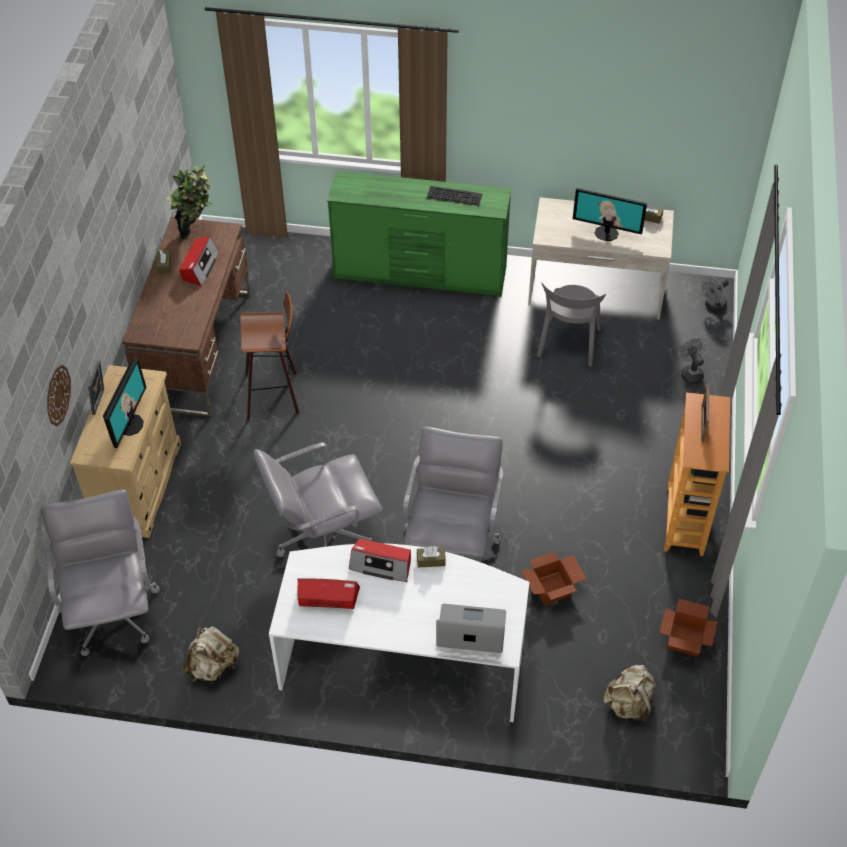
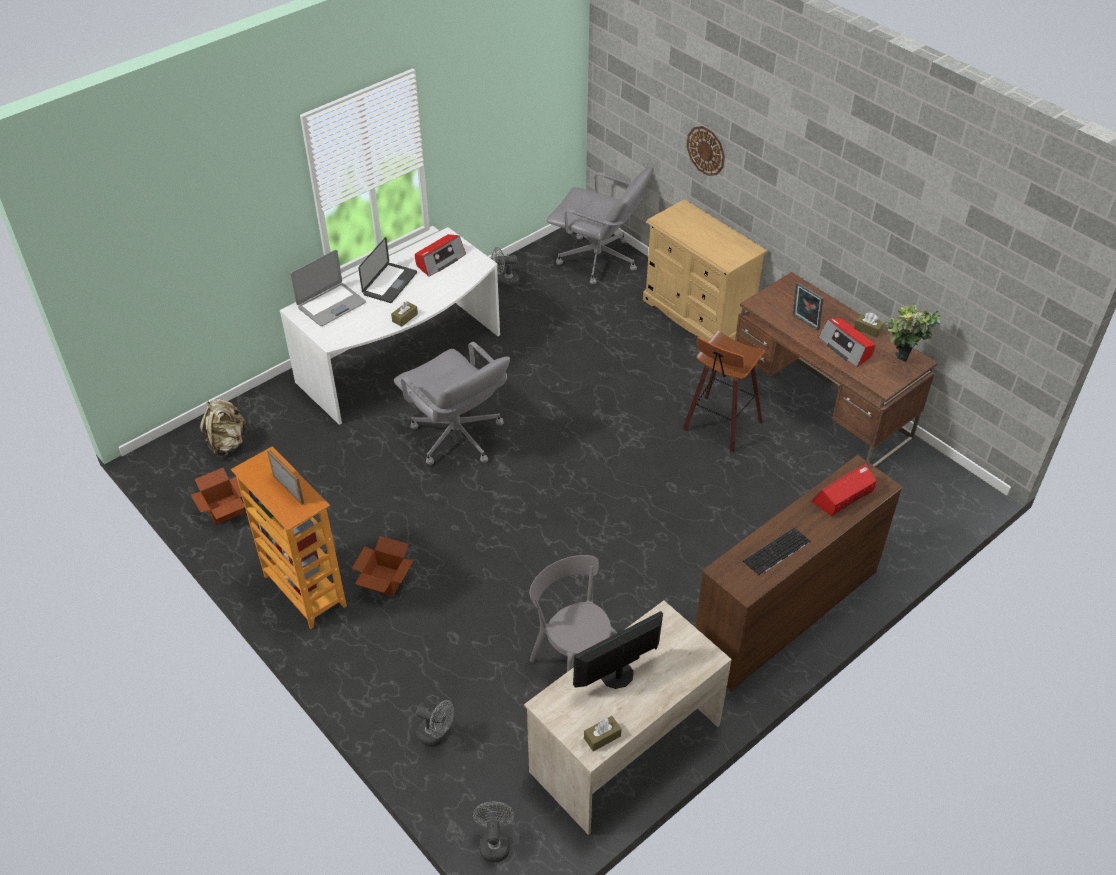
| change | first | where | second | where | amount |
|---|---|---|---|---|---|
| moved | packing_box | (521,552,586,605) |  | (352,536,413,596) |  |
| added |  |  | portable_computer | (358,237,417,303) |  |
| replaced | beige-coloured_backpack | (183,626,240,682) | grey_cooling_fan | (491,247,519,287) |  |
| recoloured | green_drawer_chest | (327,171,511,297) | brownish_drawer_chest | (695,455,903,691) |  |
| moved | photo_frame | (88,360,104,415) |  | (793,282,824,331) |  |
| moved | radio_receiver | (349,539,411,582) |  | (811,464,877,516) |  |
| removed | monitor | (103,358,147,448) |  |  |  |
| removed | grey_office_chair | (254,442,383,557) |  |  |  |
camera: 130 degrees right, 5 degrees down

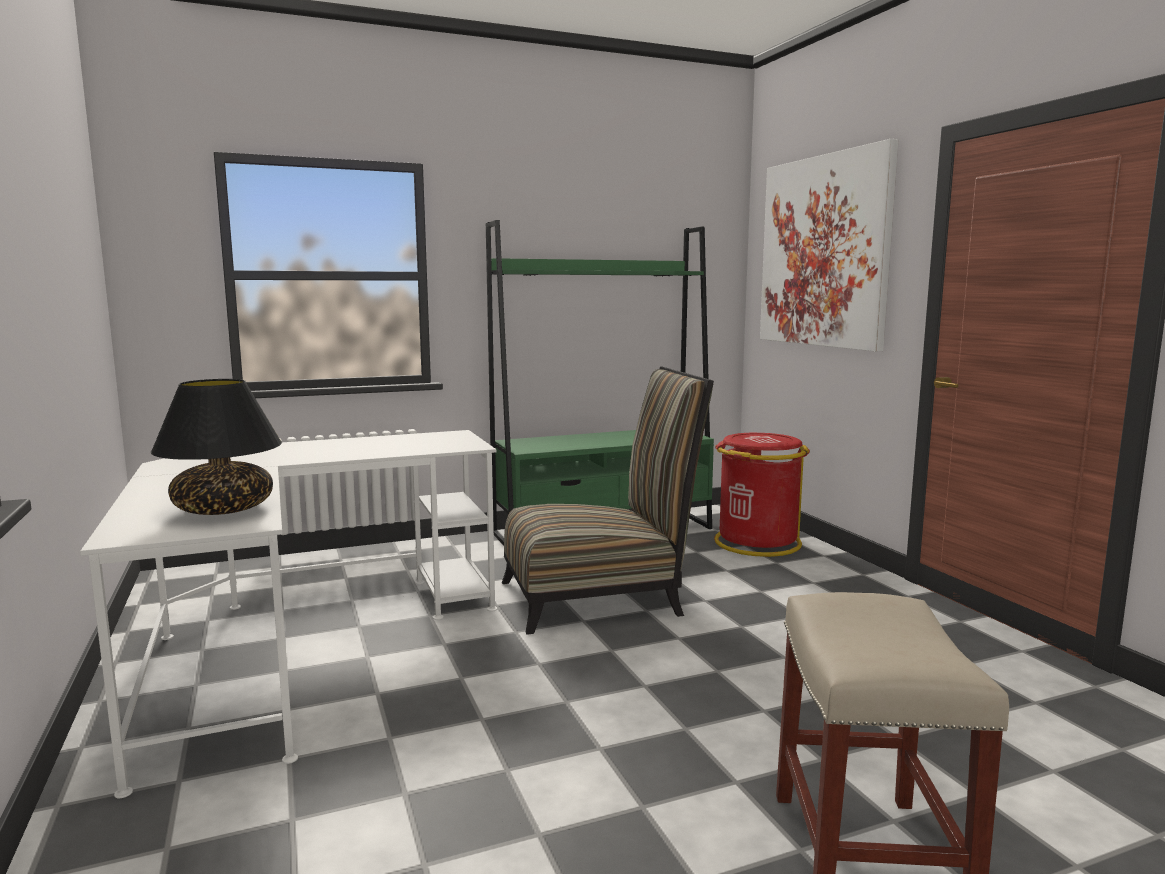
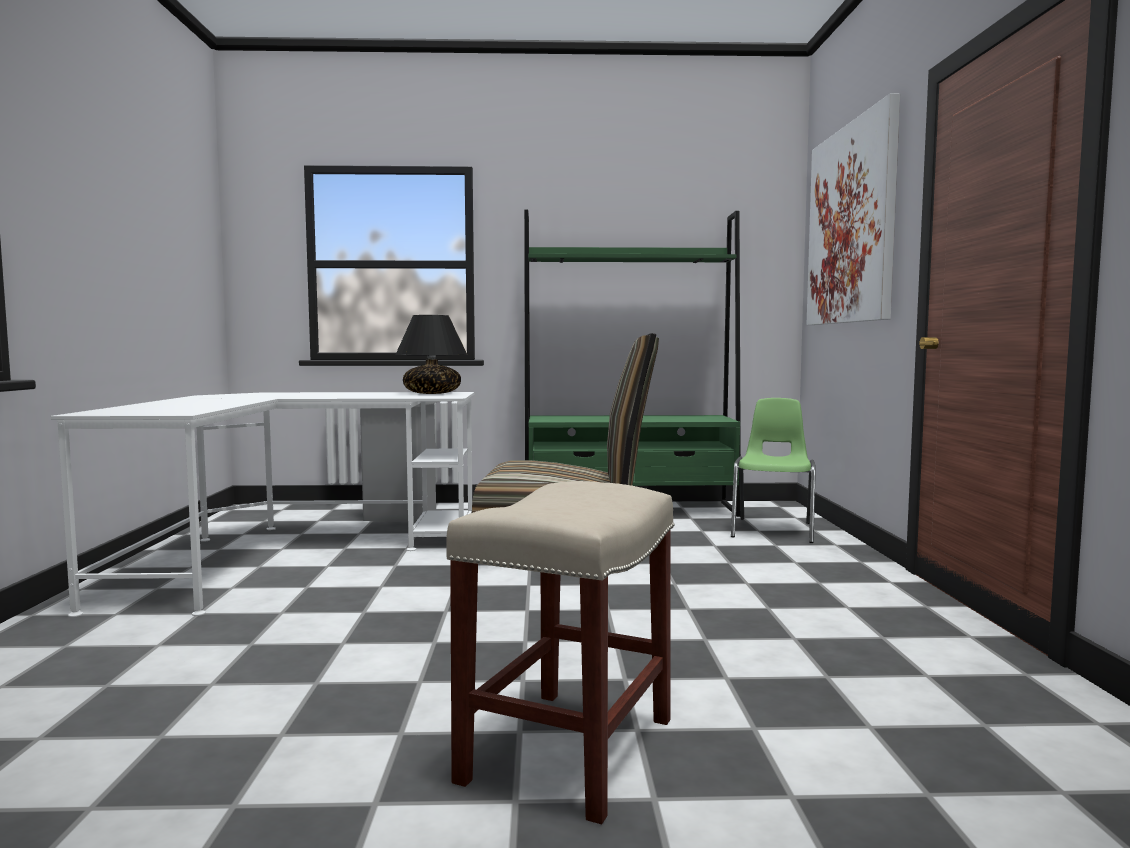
| change | first | where | second | where | amount |
|---|---|---|---|---|---|
| added |  |  | grey_rubbish_bin | (360,401,439,523) |  |
| moved | black_lamp_for_a_table | (151,379,282,515) |  | (395,315,468,394) |  |
| replaced | reddish_rubbish_bin | (714,433,810,557) | green_upright_chair | (731,398,816,543) |  |
camera: 20 degrees right, 5 degrees down

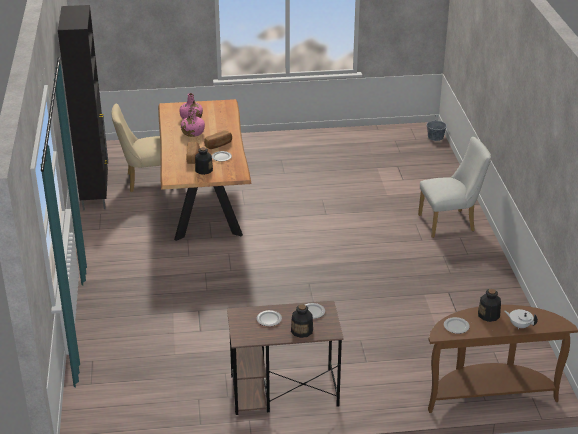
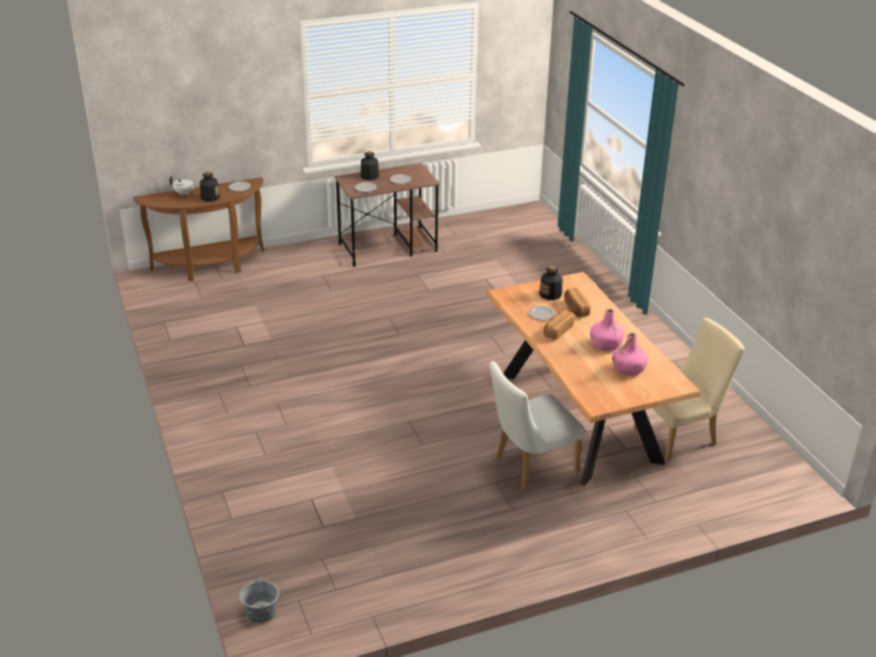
| change | first | where | second | where | amount |
|---|---|---|---|---|---|
| moved | white_upright_chair | (418,137,491,238) |  | (490,361,585,489) |  |
| removed | black_cabinet | (58,5,108,211) |  |  |  |
camera: 165 degrees right, 0 degrees up

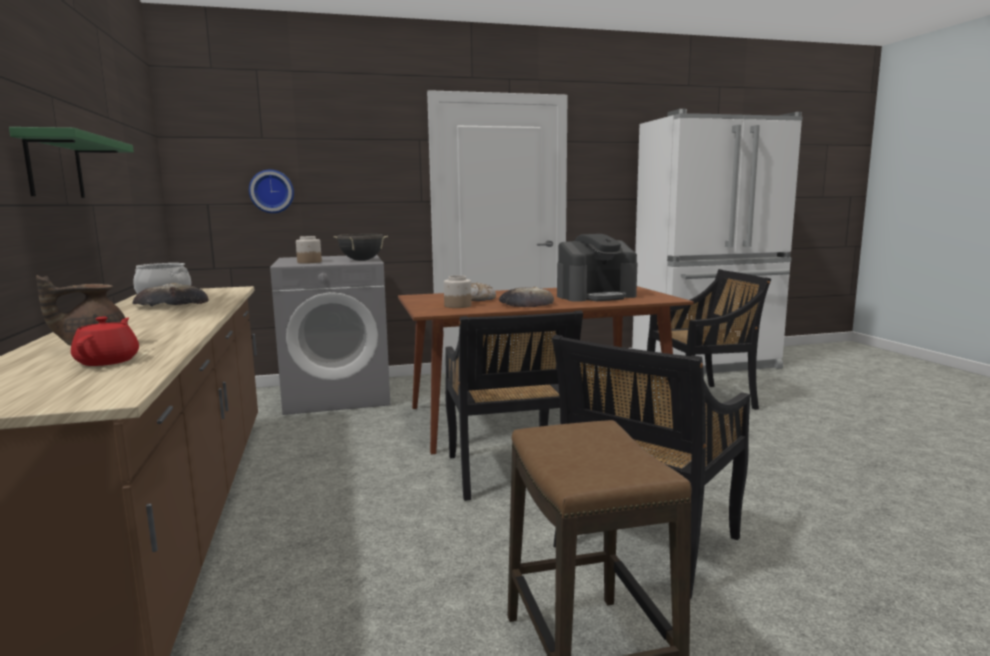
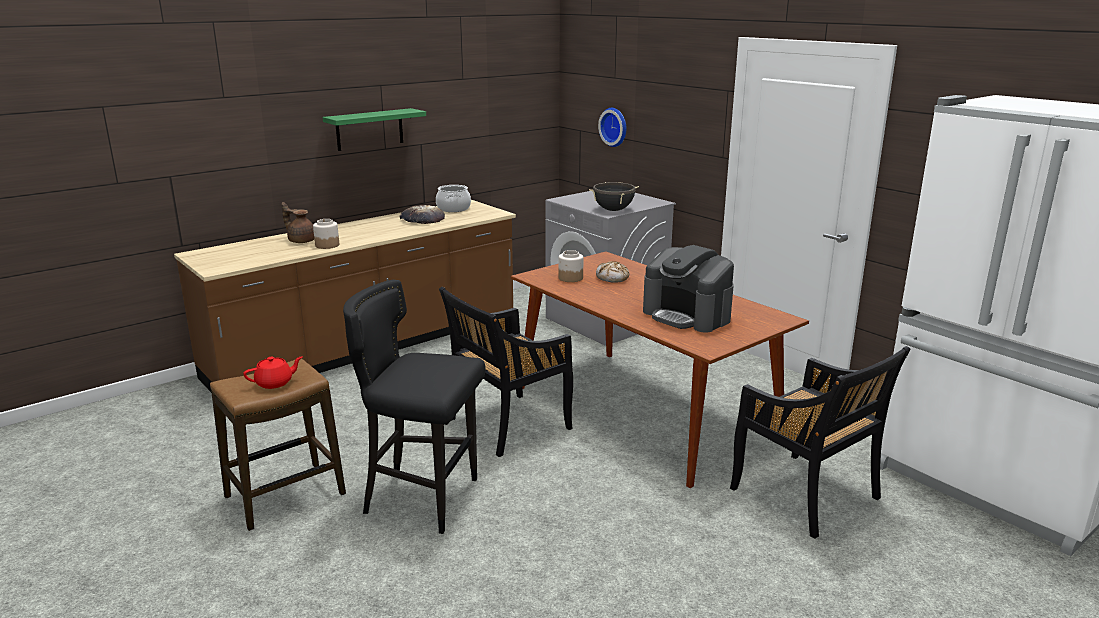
| change | first | where | second | where | amount |
|---|---|---|---|---|---|
| moved | reddish_tea_pot | (71,316,139,366) |  | (243,356,303,389) |  |
| moved | preserve_jar | (296,236,322,263) |  | (313,219,339,249) |  |
| replaced | black_upright_chair | (552,335,750,599) | black_stool_seat | (343,280,485,534) |  |
| removed | bread | (499,287,554,307) |  |  |  |
camera: 65 degrees right, 10 degrees up

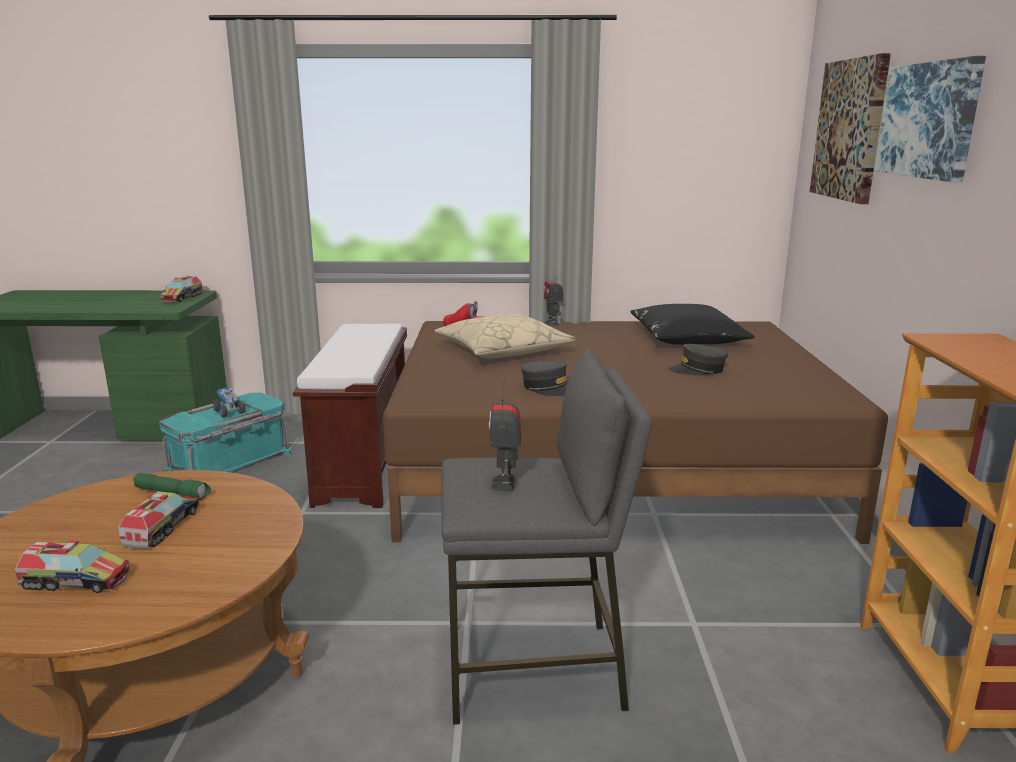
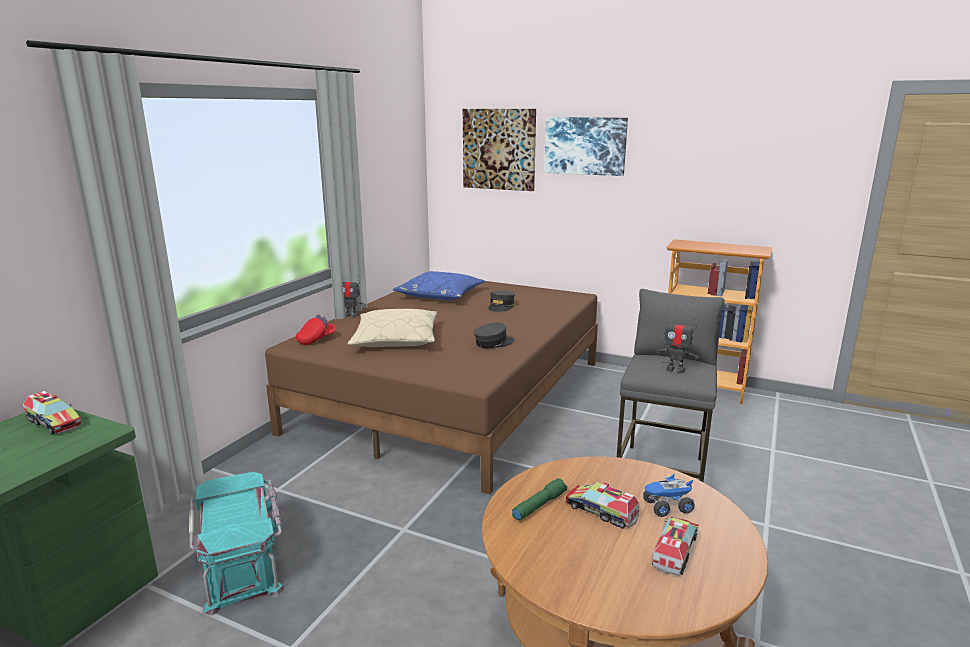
| change | first | where | second | where | amount |
|---|---|---|---|---|---|
| recoloured | black_throw_pillow | (631,304,755,345) | blue-coloured_throw_pillow | (393,271,485,300) |  |
| moved | model_truck | (213,387,246,417) |  | (643,473,695,517) |  |
| removed | brownish_bench | (293,324,407,508) |  |  |  |
camera: 65 degrees left, 0 degrees up

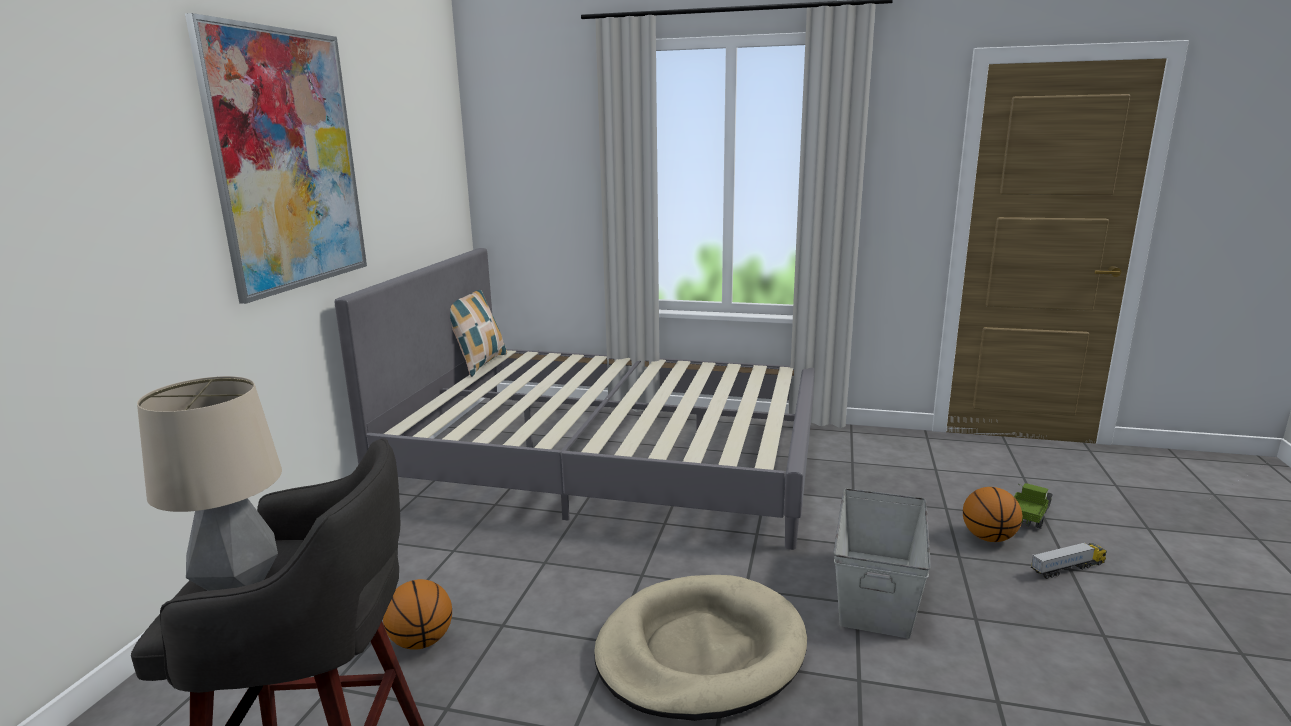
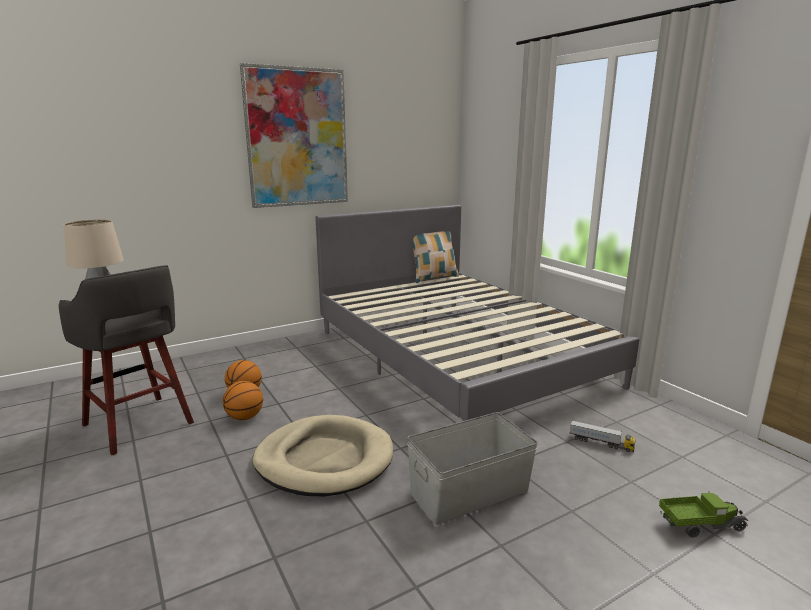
| change | first | where | second | where | amount |
|---|---|---|---|---|---|
| moved | basketball_ball | (963,487,1022,542) |  | (223,381,263,420) |  |
| moved | model_truck | (1031,542,1107,579) |  | (570,420,635,452) |  |
camera: 45 degrees right, 0 degrees up

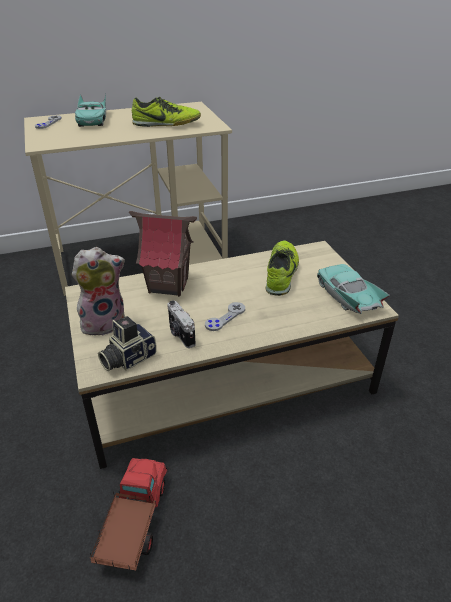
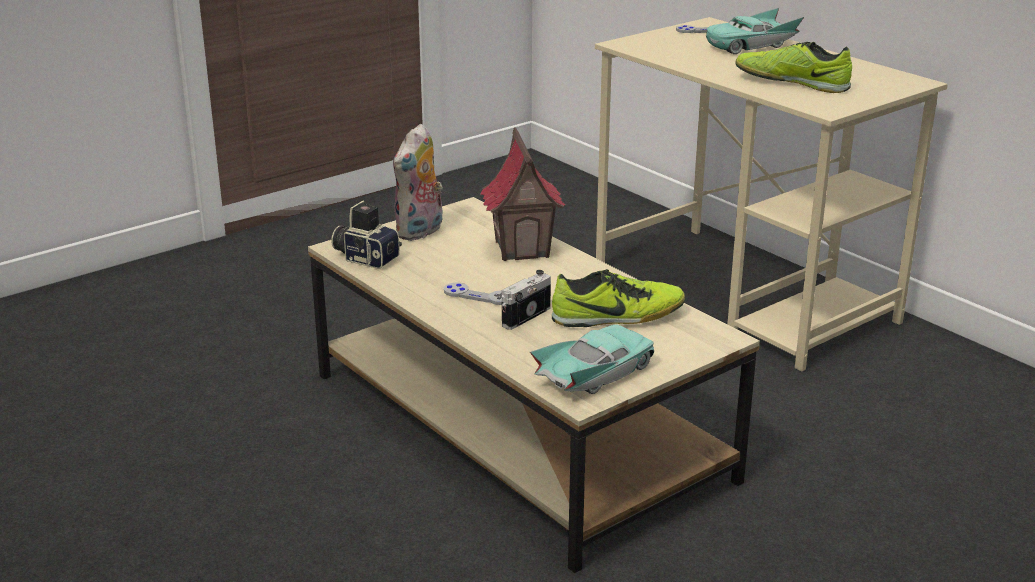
| change | first | where | second | where | amount |
|---|---|---|---|---|---|
| turned | plush_toy | (72,247,125,335) |  | (393,124,443,241) | 75 degrees clockwise |
| moved | still_camera | (167,301,196,348) |  | (502,270,551,330) |  |
| turned | item_of_footwear | (132,97,201,127) |  | (736,42,852,93) | 135 degrees clockwise |
| removed | model_truck | (90,458,168,570) |  |  |  |
camera: 70 degrees right, 10 degrees down

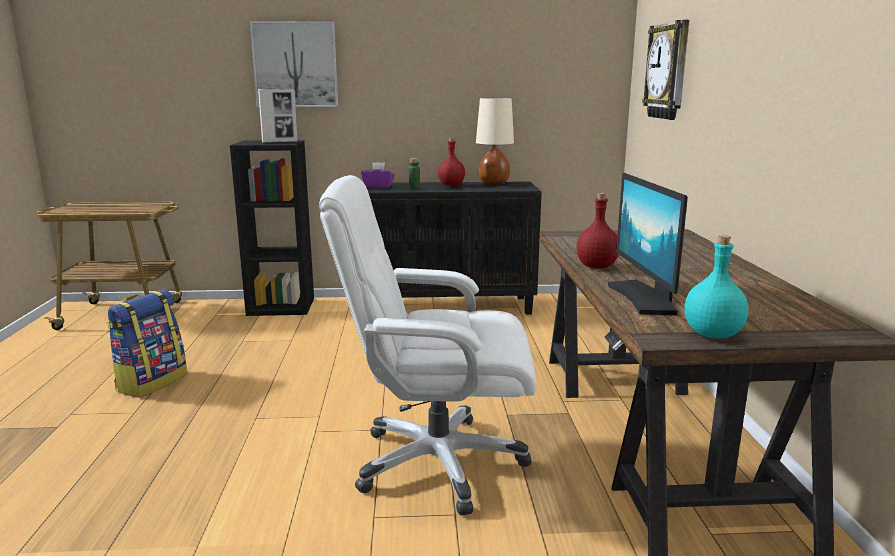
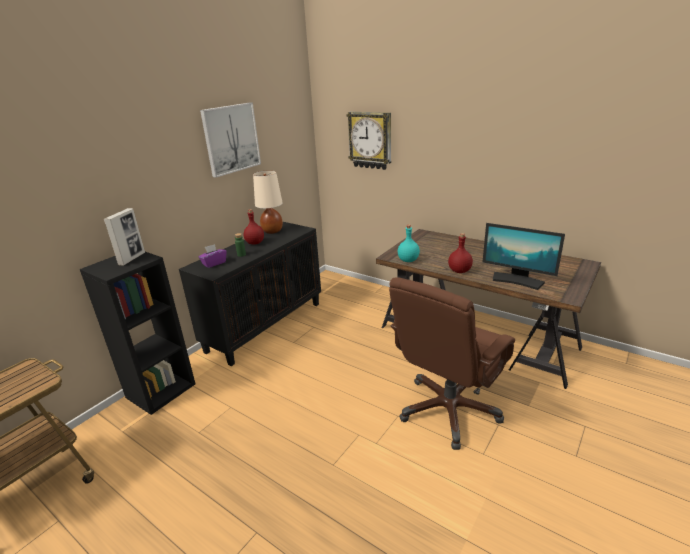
| change | first | where | second | where | amount |
|---|---|---|---|---|---|
| moved | wall_art | (250,21,338,107) |  | (200,103,261,178) |  |
| recoloured | white_office_chair | (319,175,536,515) | brownish_office_chair | (389,277,515,450) |  |
| moved | turquoise-coloured_bottle | (685,235,748,338) |  | (398,225,420,262) |  |
| removed | backpack | (106,289,187,398) |  |  |  |
camera: 50 degrees left, 10 degrees up

